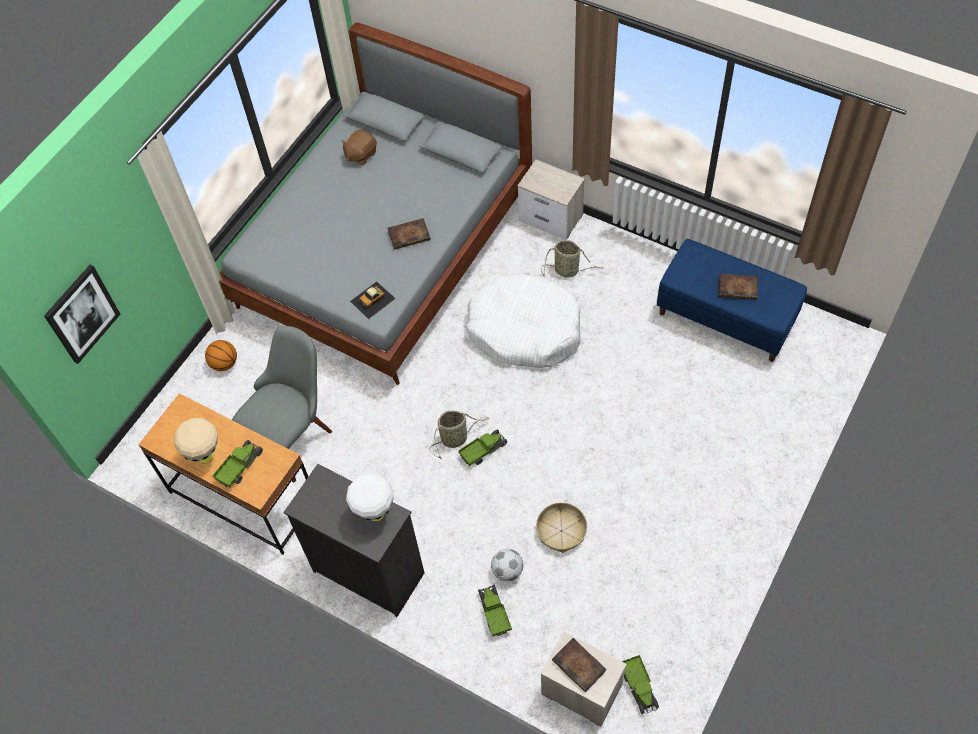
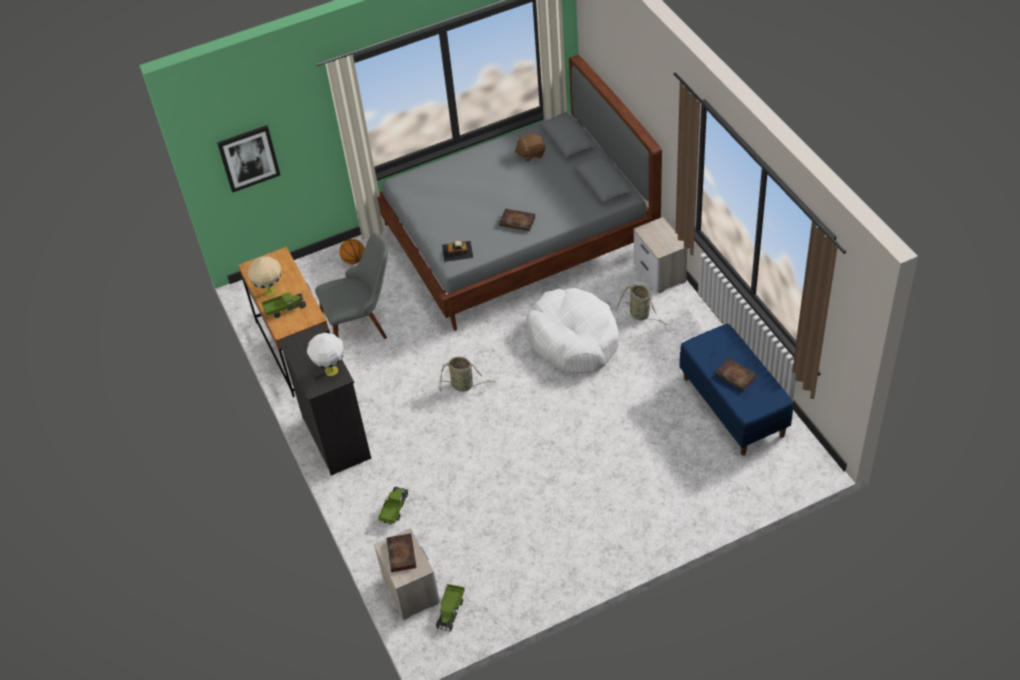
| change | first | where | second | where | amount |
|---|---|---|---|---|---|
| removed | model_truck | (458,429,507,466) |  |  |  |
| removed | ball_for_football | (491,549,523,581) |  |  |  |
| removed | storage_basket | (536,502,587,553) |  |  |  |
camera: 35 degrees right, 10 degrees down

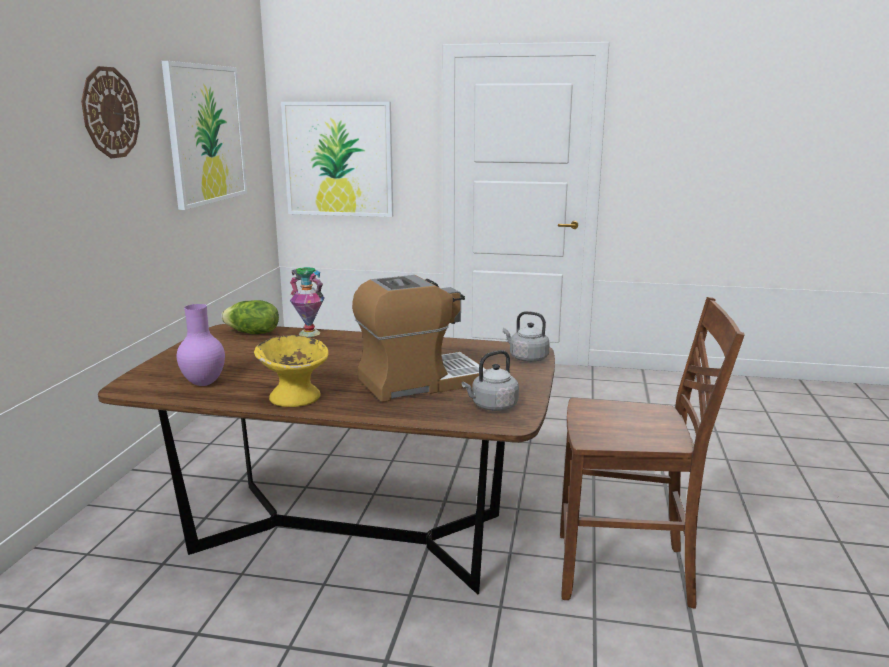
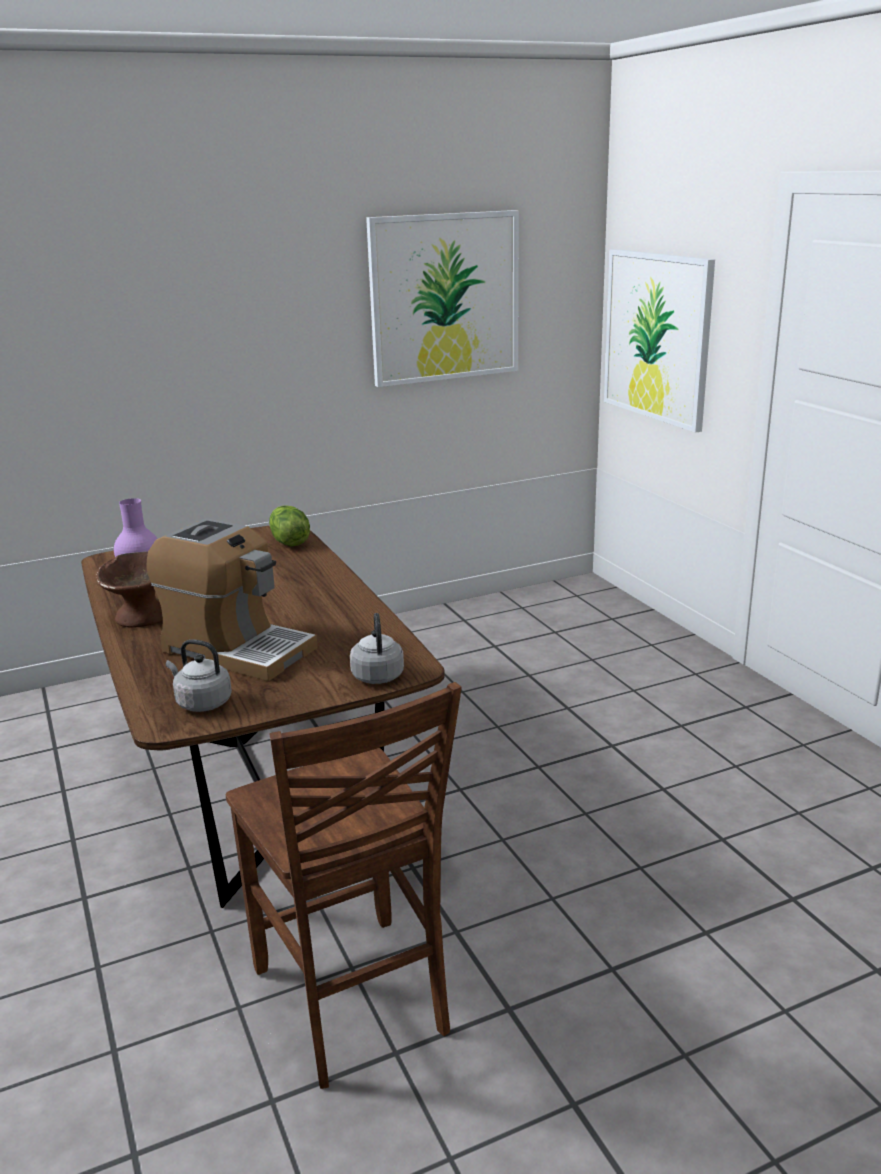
| change | first | where | second | where | amount |
|---|---|---|---|---|---|
| recoloured | yellow_deep_dish | (254,335,329,407) | brownish_deep_dish | (96,551,163,628) |  |
| removed | hanging_clock | (81,66,140,158) |  |  |  |
| removed | decorative_vase | (290,267,325,337) |  |  |  |
camera: 55 degrees right, 5 degrees up

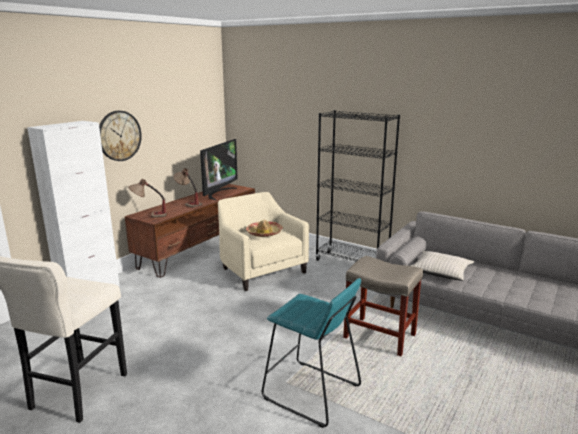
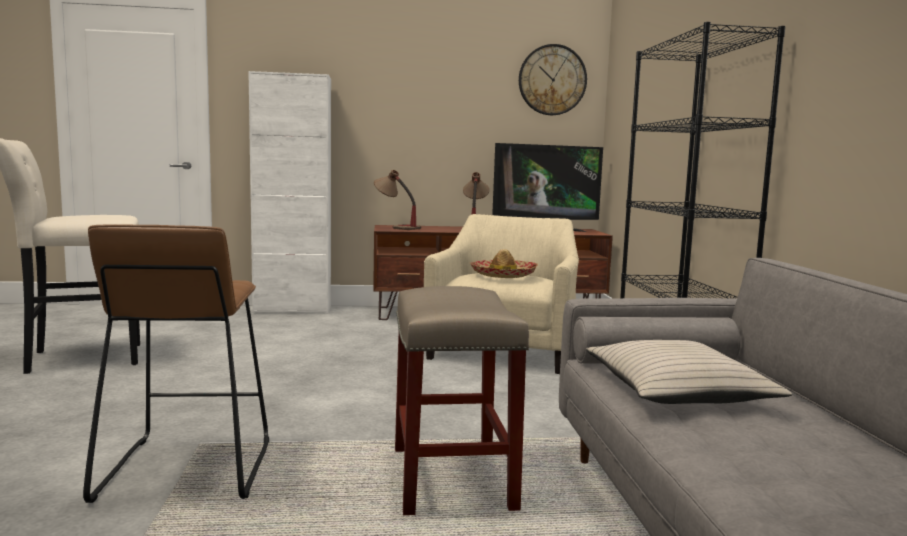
| change | first | where | second | where | amount |
|---|---|---|---|---|---|
| recoloured | turquoise-coloured_stool_seat | (262,278,361,428) | brownish_stool_seat | (83,224,269,503) |  |
| moved | hanging_clock | (99,111,142,161) |  | (519,44,587,115) |  |
camera: 50 degrees right, 10 degrees down

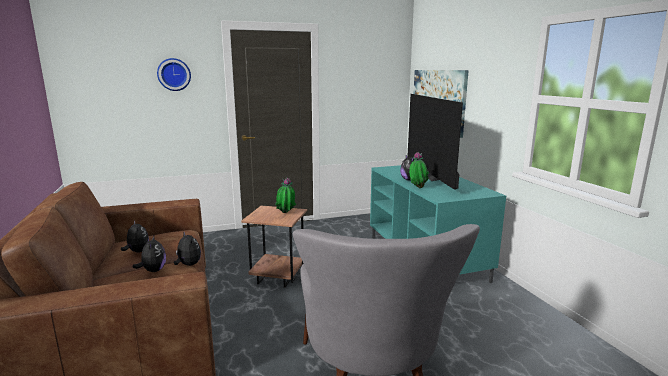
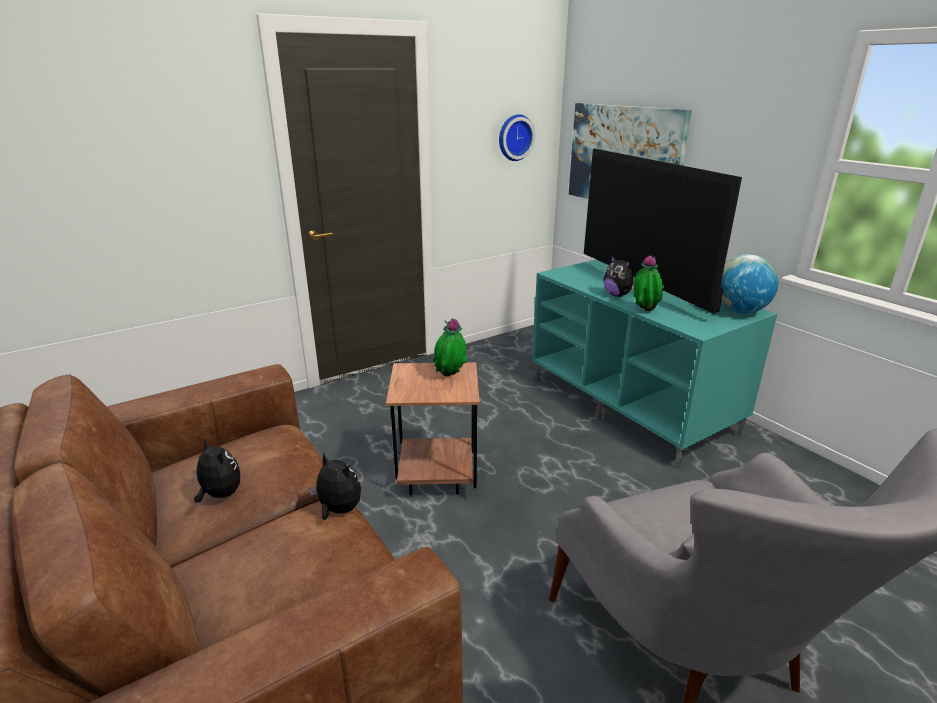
| change | first | where | second | where | amount |
|---|---|---|---|---|---|
| moved | hanging_clock | (157,58,191,91) |  | (499,114,535,161) |  |
| added |  |  | globe | (721,254,778,314) |  |
| removed | plush_toy | (133,236,166,272) |  |  |  |
camera: 15 degrees left, 10 degrees up

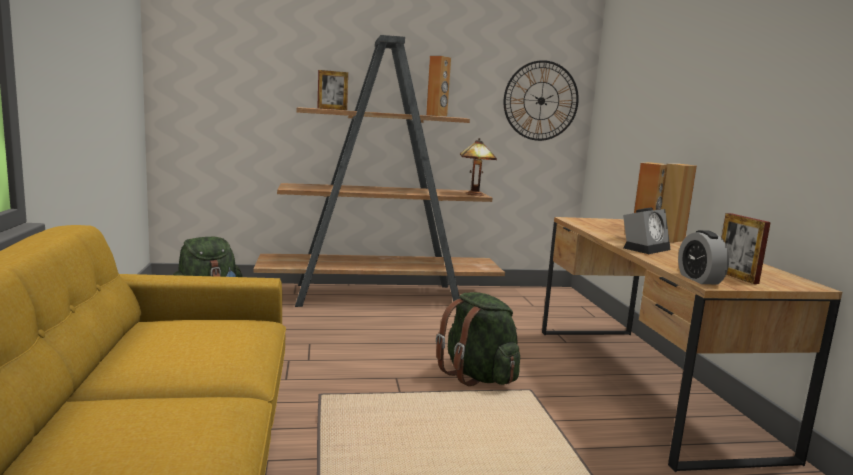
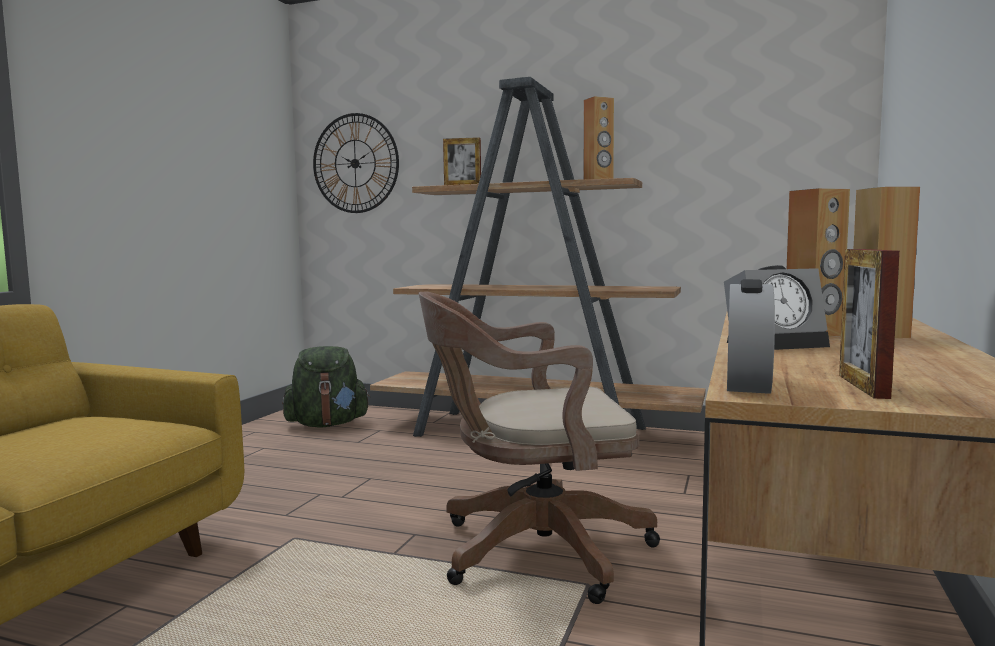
| change | first | where | second | where | amount |
|---|---|---|---|---|---|
| moved | hanging_clock | (503,60,579,141) |  | (313,113,399,213) |  |
| replaced | green_backpack | (436,292,520,386) | brownish_office_chair | (419,292,660,604) |  |
| removed | lamp_for_a_table | (460,138,497,196) |  |  |  |
camera: 30 degrees right, 5 degrees down

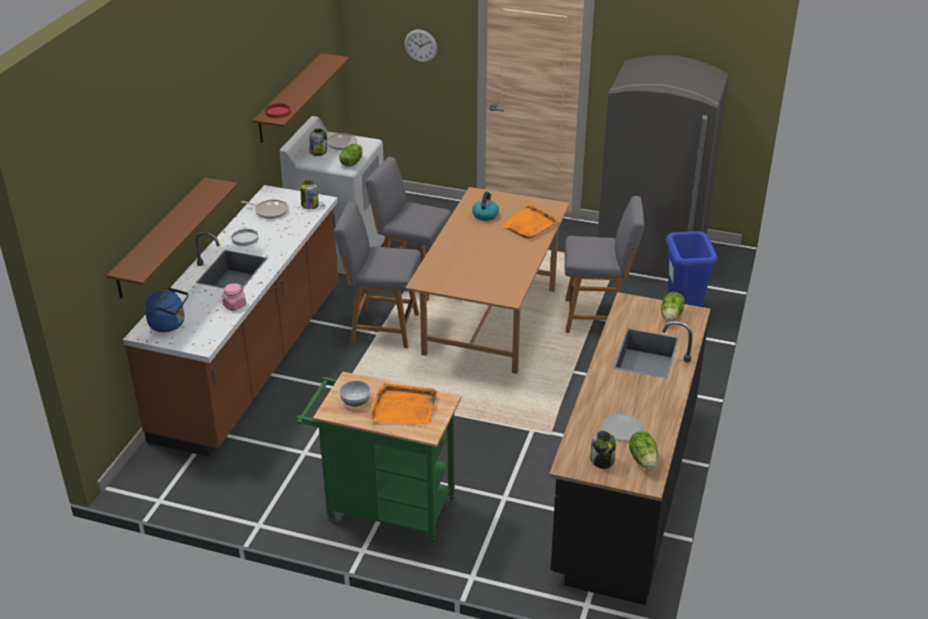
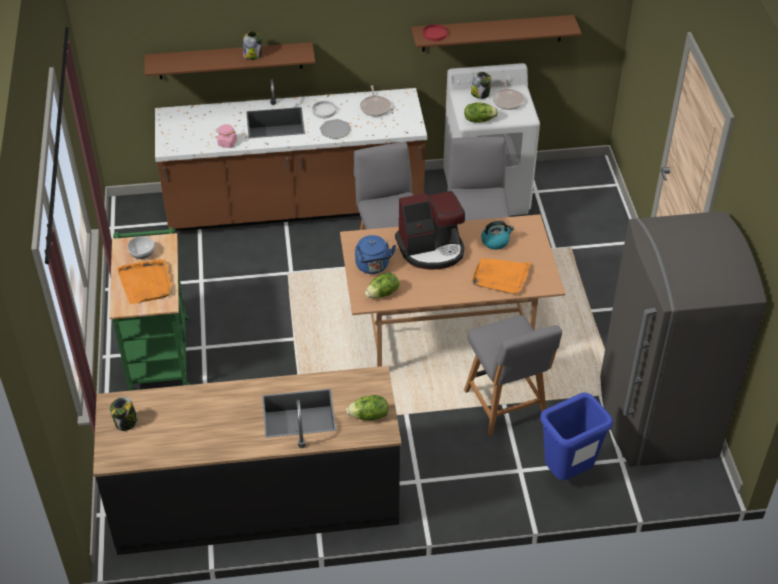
| change | first | where | second | where | amount |
|---|---|---|---|---|---|
| moved | preserve_jar | (301,180,319,209) |  | (243,31,262,60) |  |
| moved | flat_dish | (602,413,643,441) |  | (320,119,351,139) |  |
| moved | blue-coloured_water_kettle | (145,287,188,332) |  | (355,235,396,274) |  |
| moved | lettuce_head | (629,431,658,470) |  | (365,273,400,298) |  |
| added |  |  | coffee_machine | (395,191,465,270) |  |
| removed | hanging_clock | (404,30,437,63) |  |  |  |
camera: 65 degrees right, 10 degrees up

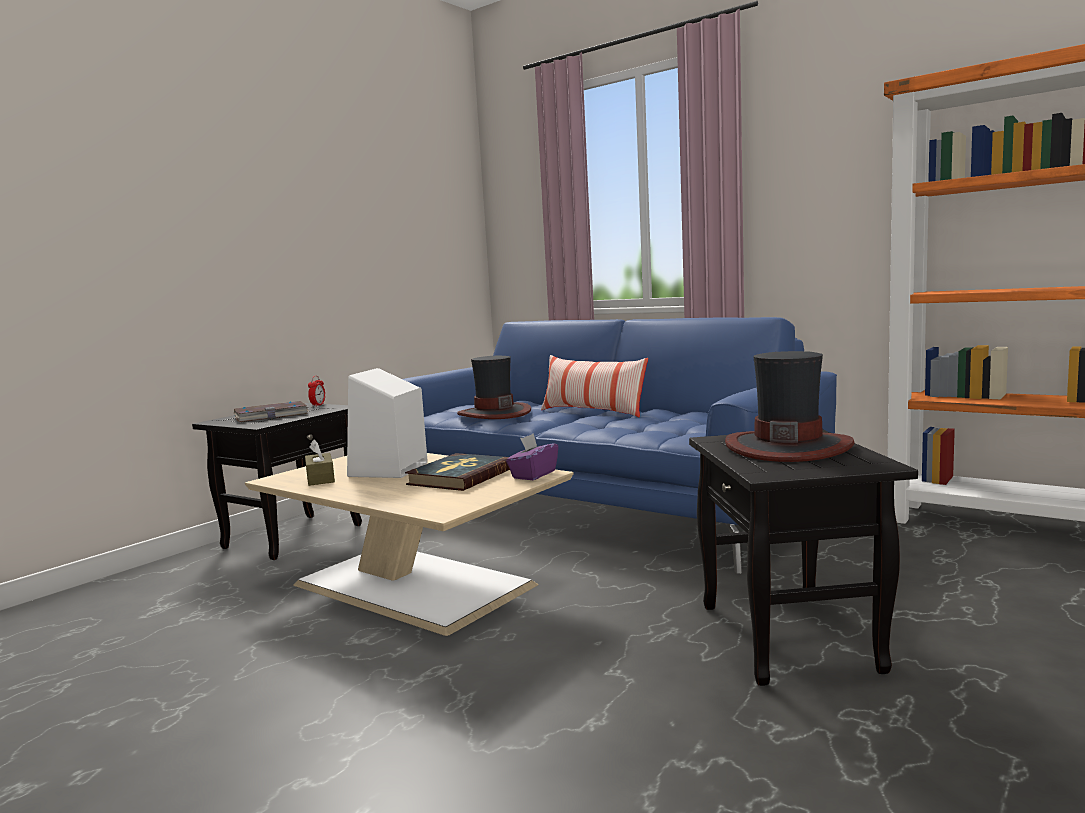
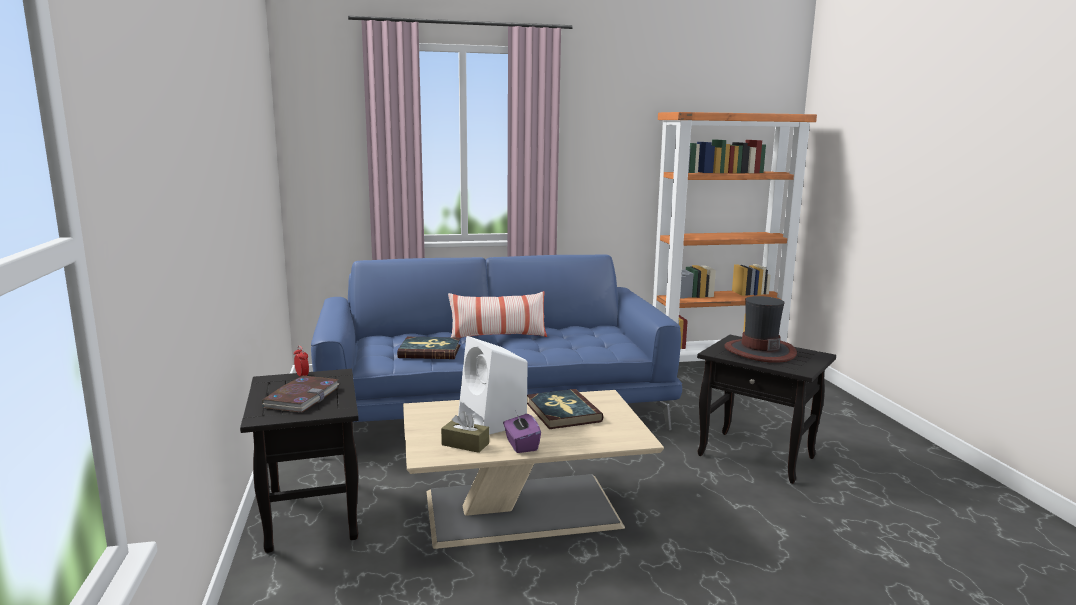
| change | first | where | second | where | amount |
|---|---|---|---|---|---|
| replaced | wearable_hat | (457,356,531,419) | volume | (397,337,460,359) |  |
| moved | purplish_box_of_tissues | (506,433,558,480) |  | (503,410,541,453) |  |
camera: 50 degrees left, 5 degrees up

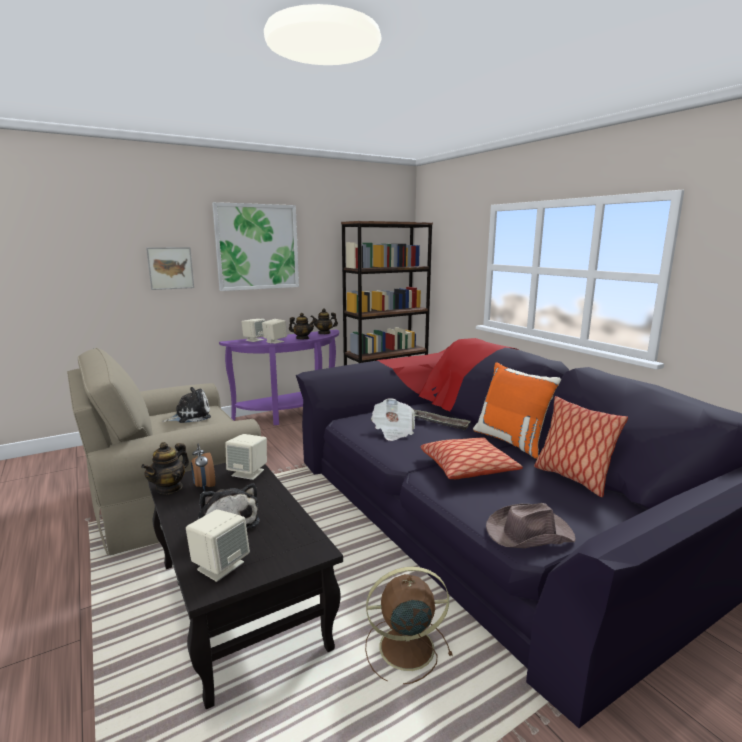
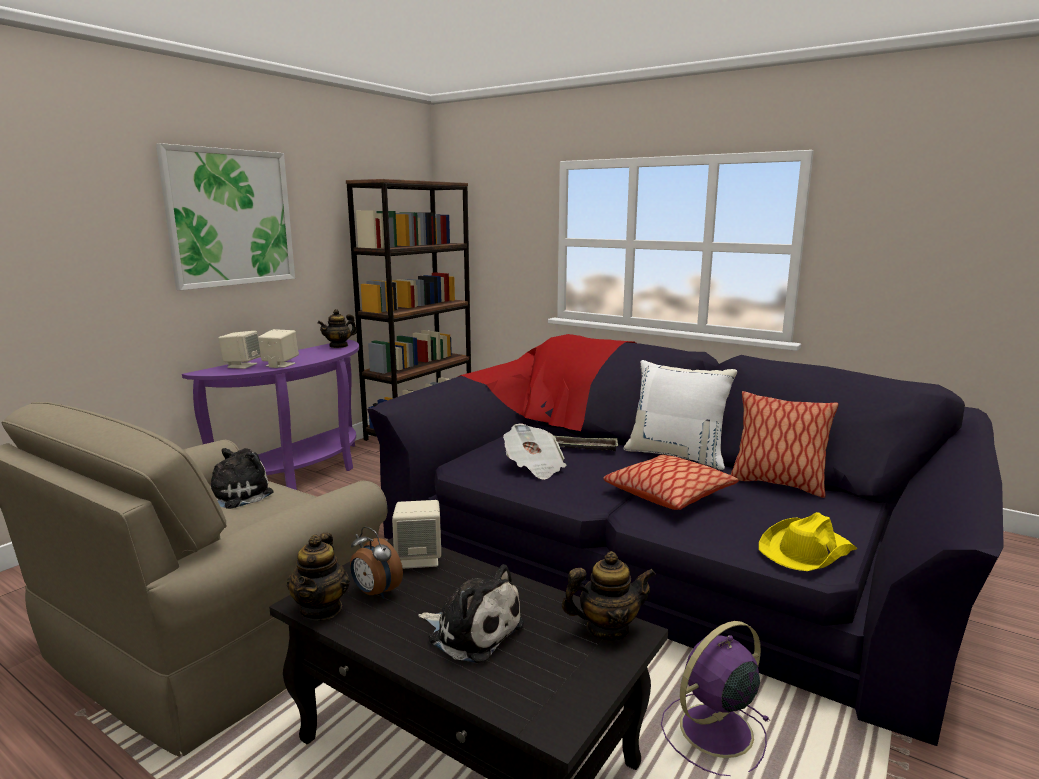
| change | first | where | second | where | amount |
|---|---|---|---|---|---|
| moved | tea_pot | (289,313,315,339) |  | (562,551,656,641) |  |
| recoloured | orange-coloured_throw_pillow | (473,362,561,459) | white_throw_pillow | (624,360,737,470) |  |
| recoloured | brownish_cooling_fan | (365,567,453,684) | purplish_cooling_fan | (661,621,769,776) |  |
| recoloured | brownish_wearable_hat | (486,503,576,548) | yellow_wearable_hat | (759,512,857,571) |  |
| removed | wall_art | (146,247,194,290) |  |  |  |
| removed | beige-coloured_loudspeaker | (186,509,250,582) |  |  |  |
camera: 25 degrees left, 0 degrees up

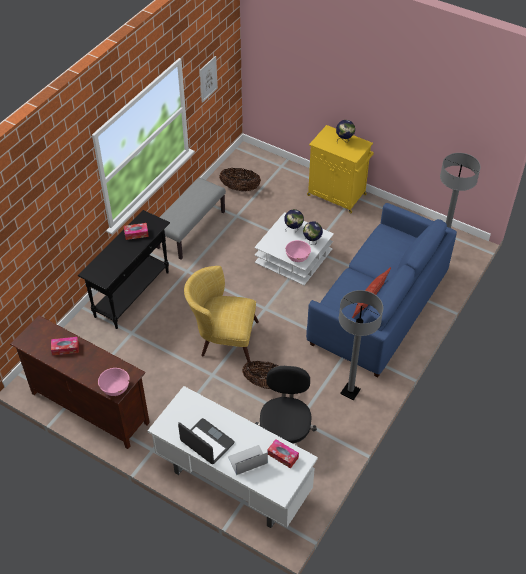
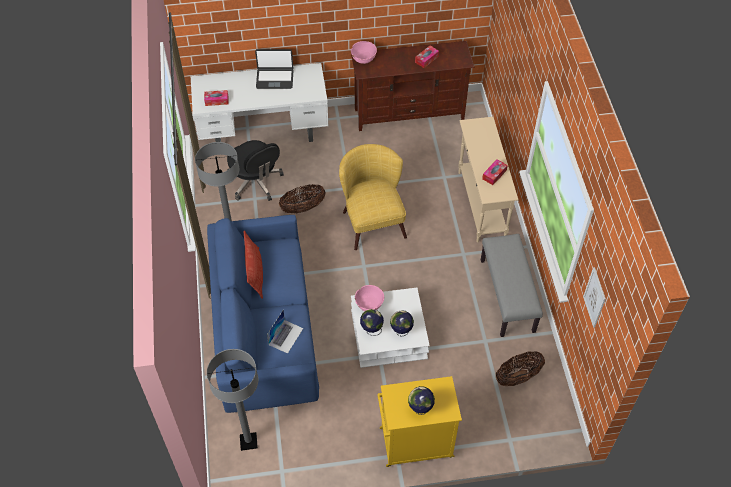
| change | first | where | second | where | amount |
|---|---|---|---|---|---|
| moved | portable_computer | (228,445,268,475) |  | (267,310,303,354) |  |
| turned | yellow_easy_chair | (184,266,259,362) |  | (339,144,407,250) | 75 degrees counterclockwise |
| recoloured | black_hall_table | (78,210,170,329) | beige-coloured_hall_table | (458,117,518,243) |  |
camera: 140 degrees right, 5 degrees up

